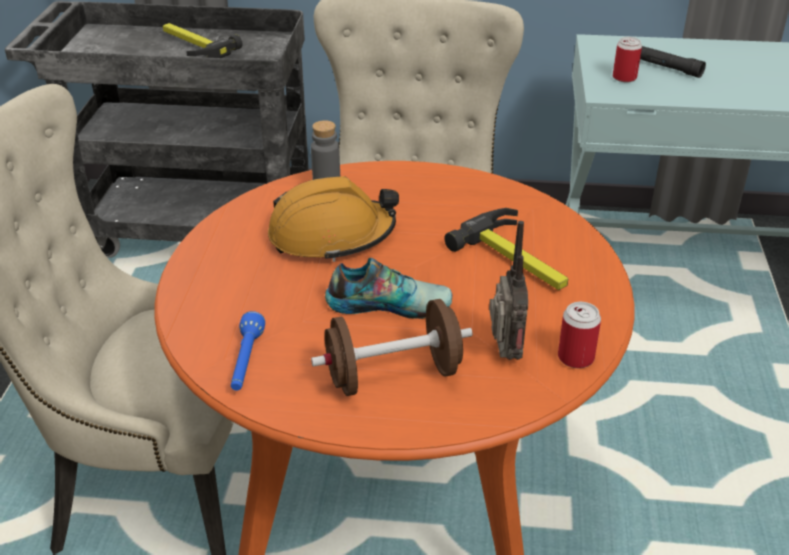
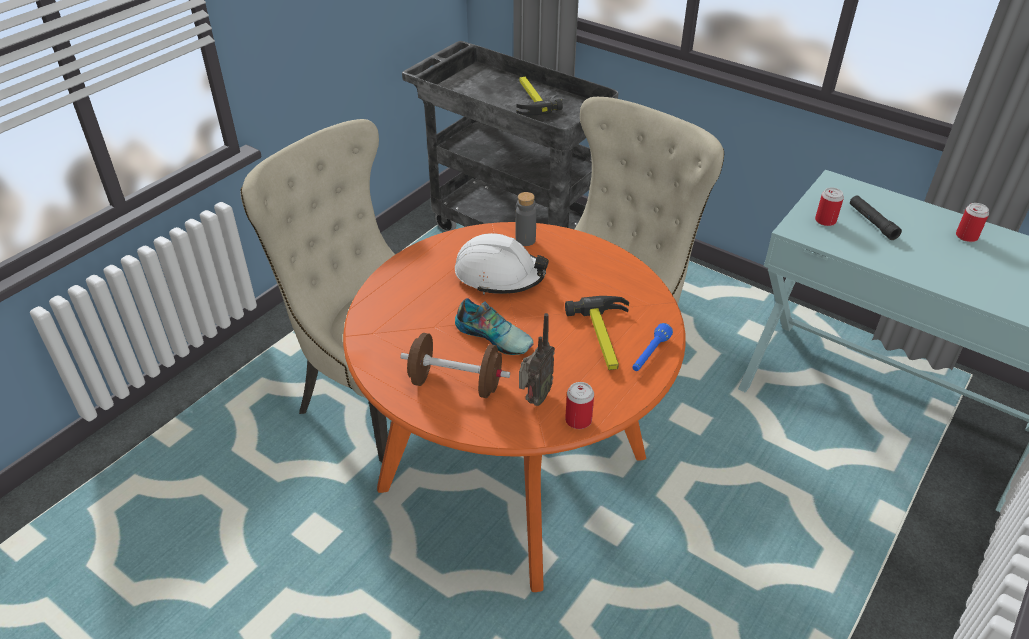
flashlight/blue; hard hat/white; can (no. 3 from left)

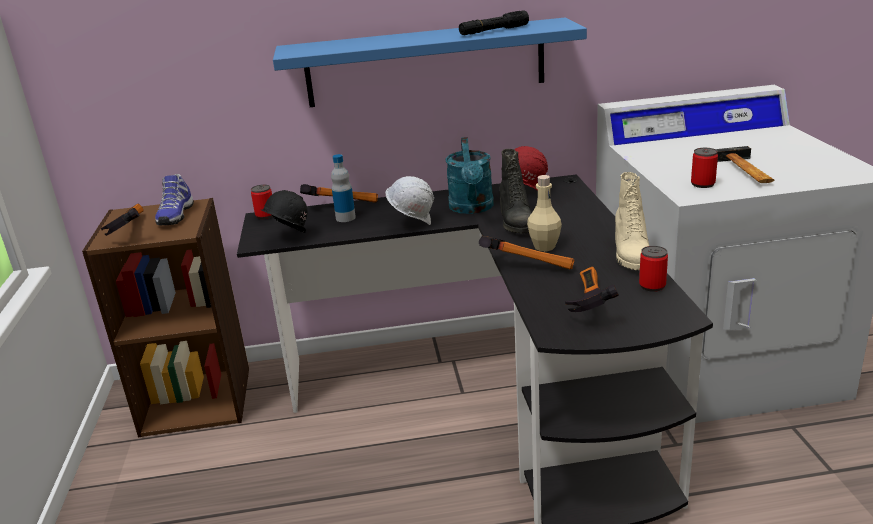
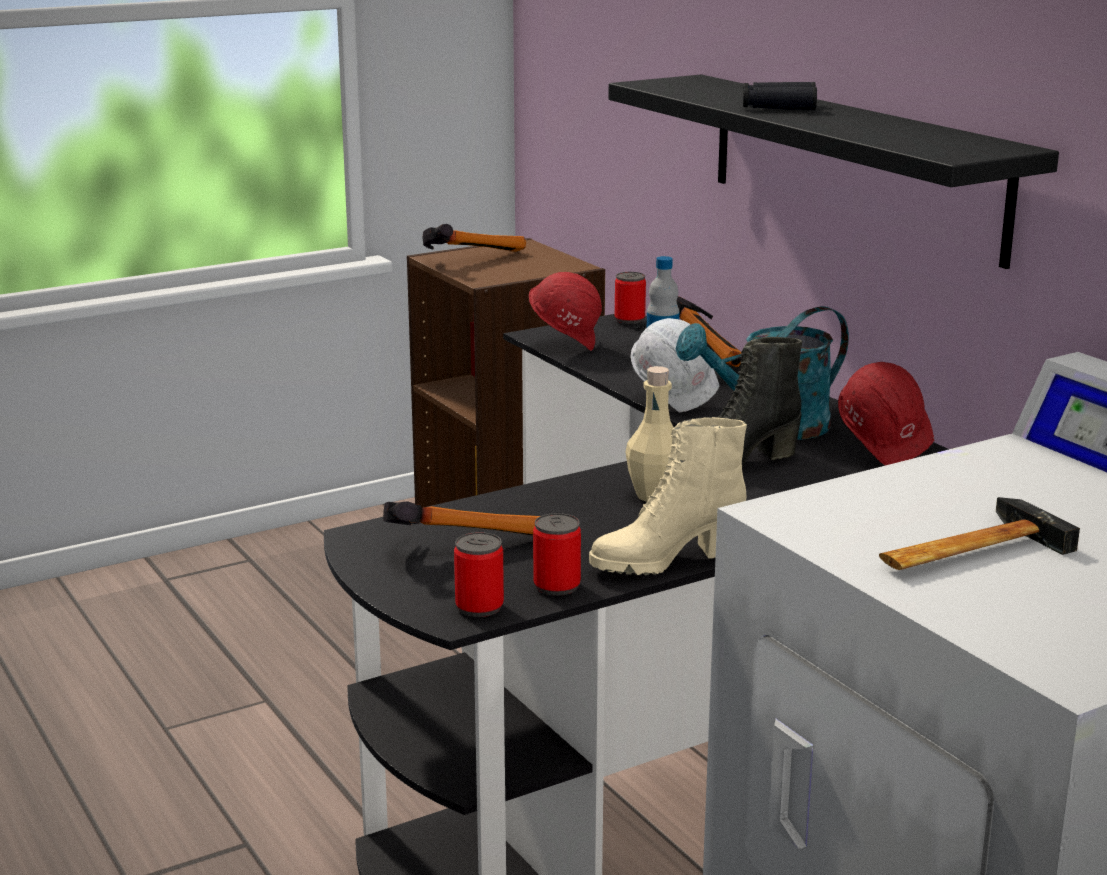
shoe; hard hat/red (no. 1 from left); shelf/black; flashlight/black; hammer (no. 3 from left in the first image); can (no. 1 from left); binoculars/black

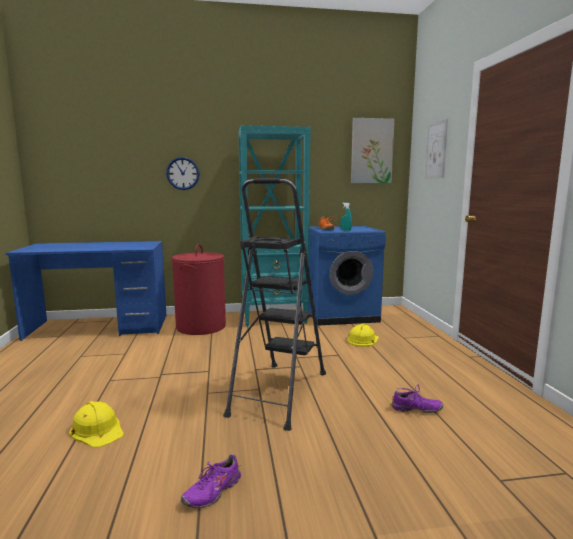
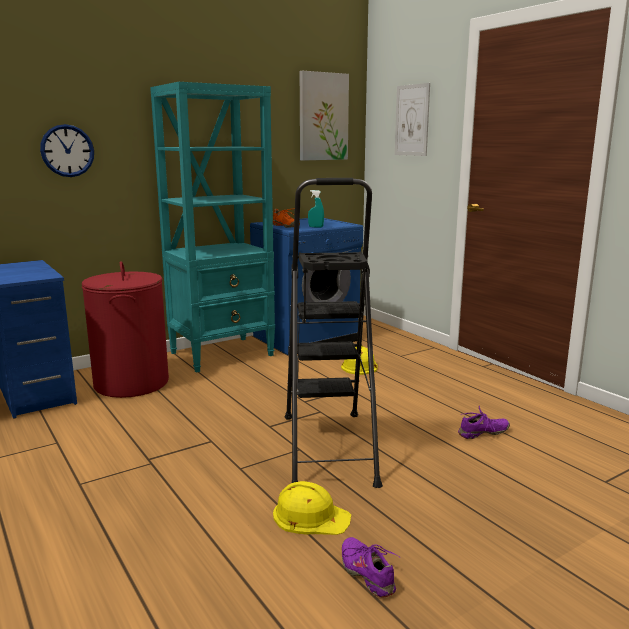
hard hat/yellow (no. 1 from left); shoe/purple (no. 1 from left)

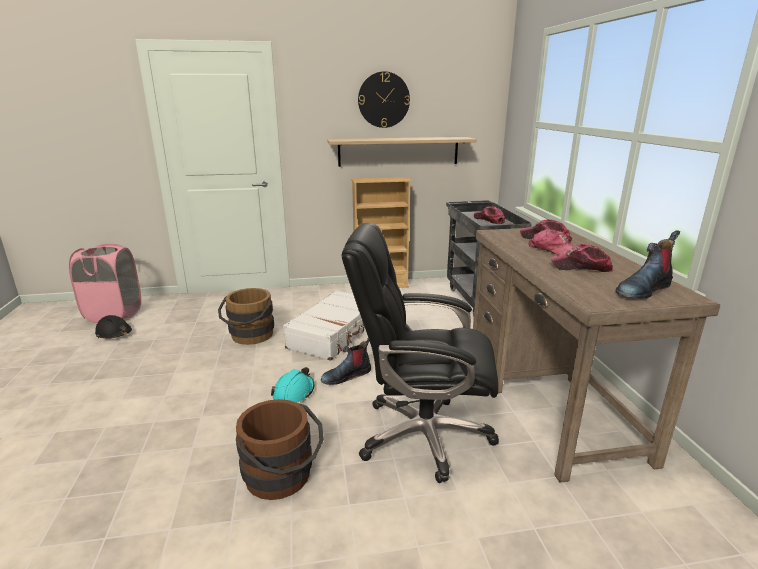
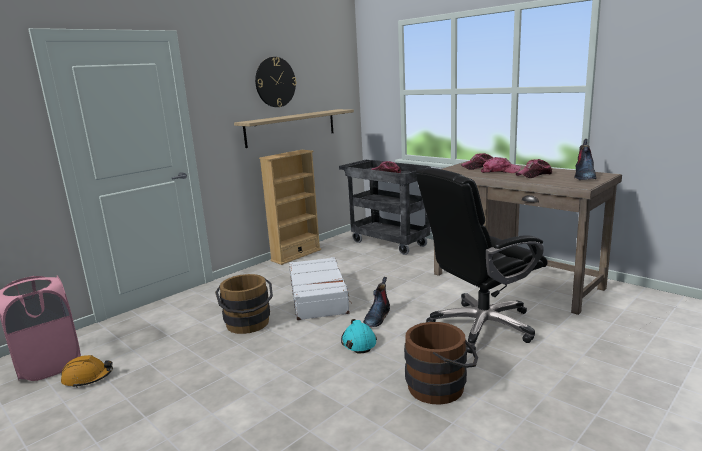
hard hat/orange

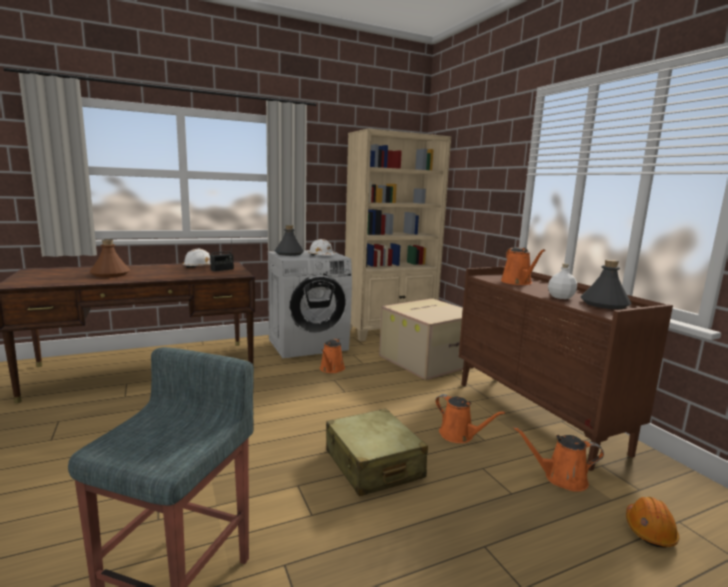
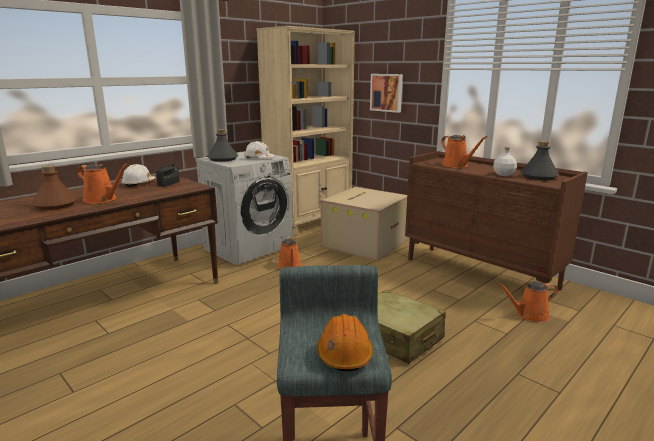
watering can/orange (no. 1 from left); hard hat/orange; picture

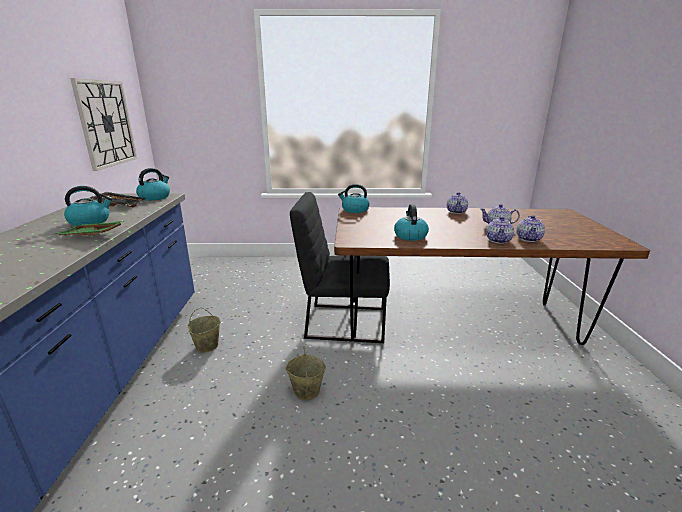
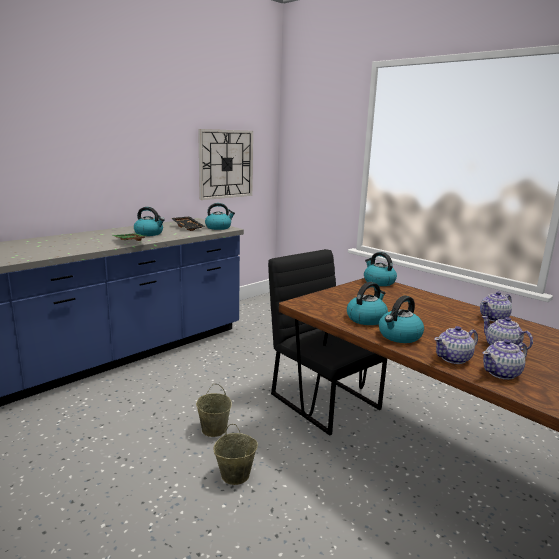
bucket/beige (no. 2 from left); kettle (no. 5 from left)

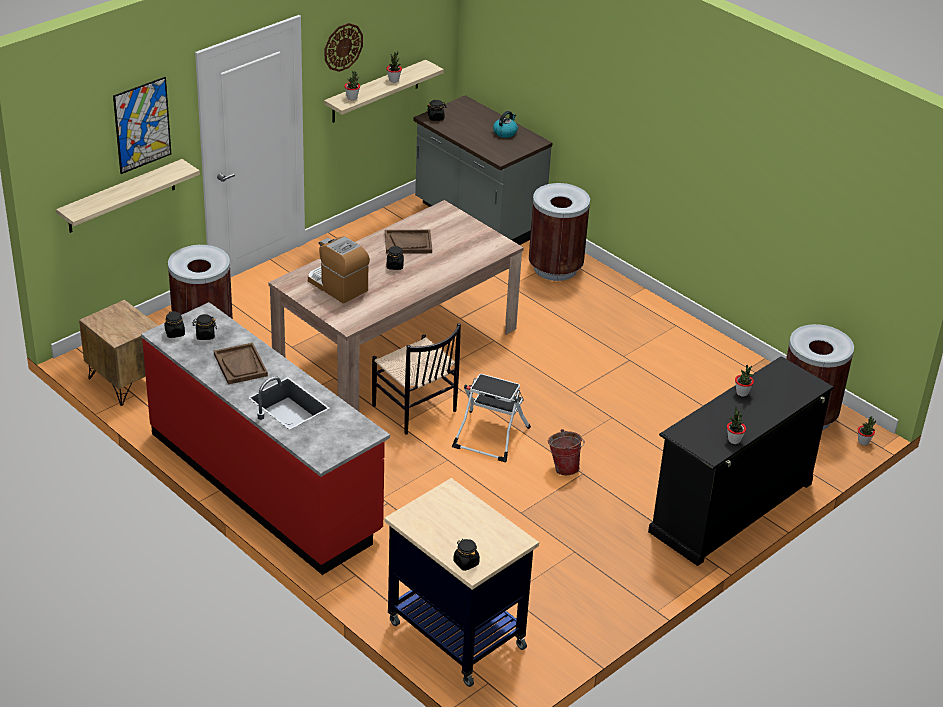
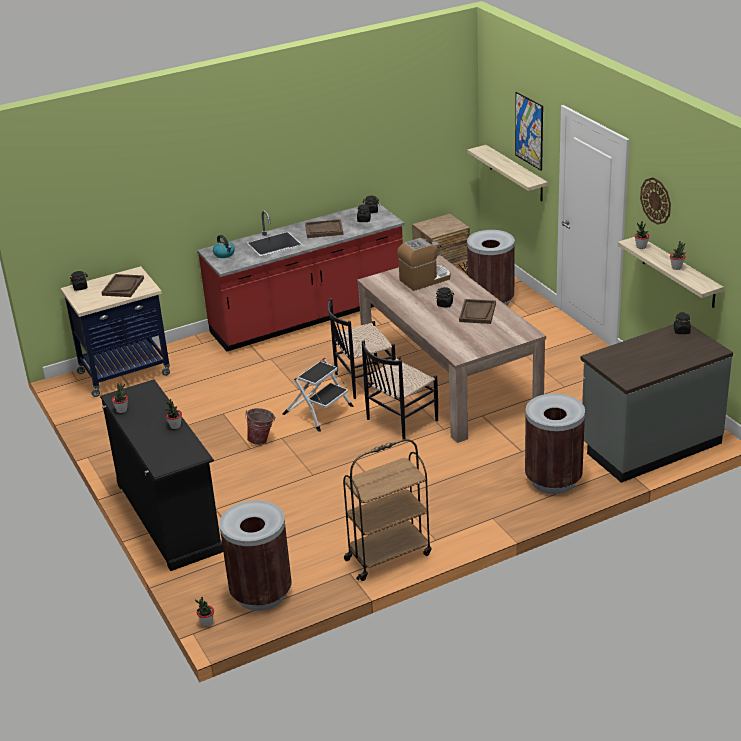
kettle; tray/brown (no. 1 from left); cart/brown; chair/black (no. 2 from left)

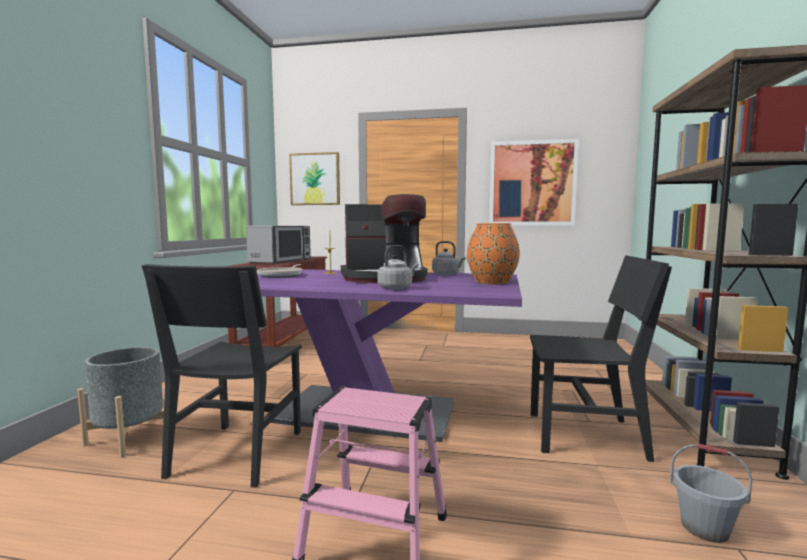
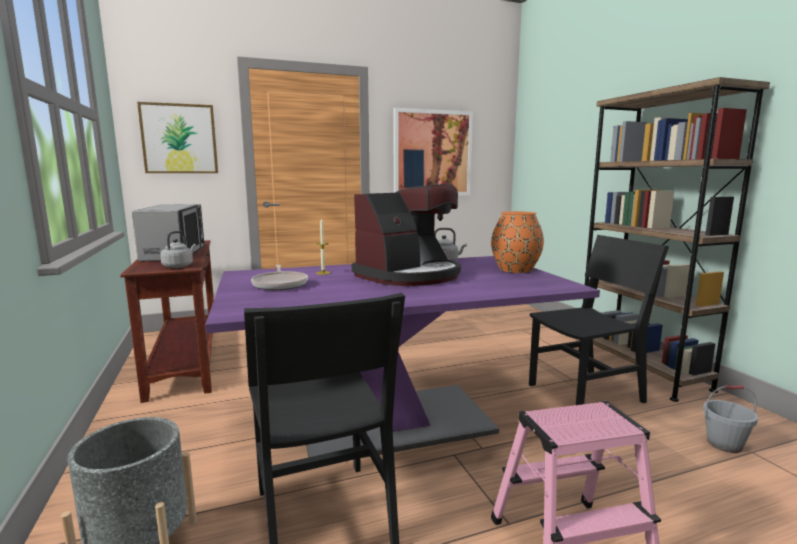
kettle/grey (no. 1 from left)

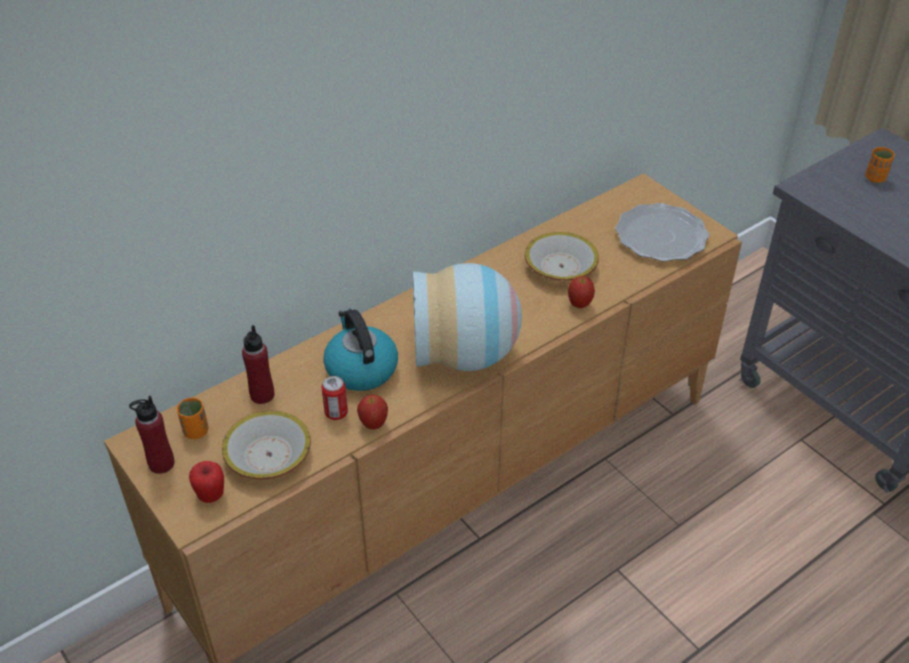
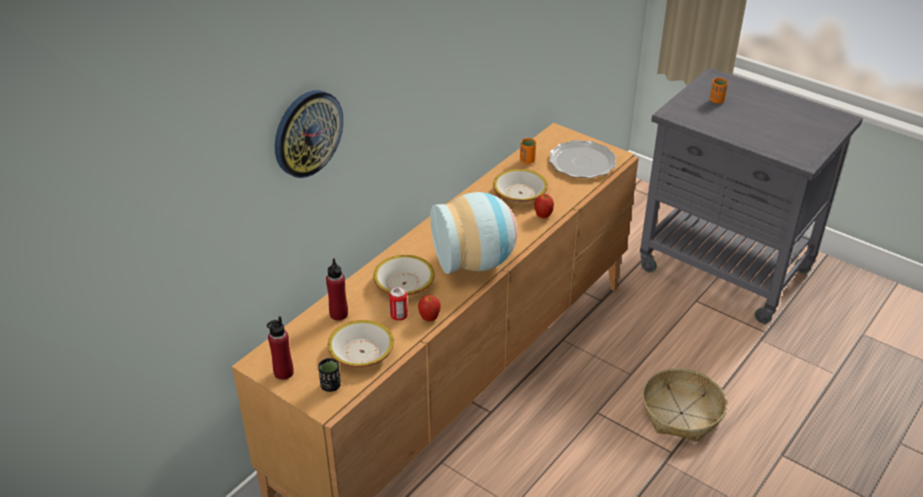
cup/orange (no. 1 from left); cup/black; bowl (no. 2 from left); wall clock; basket

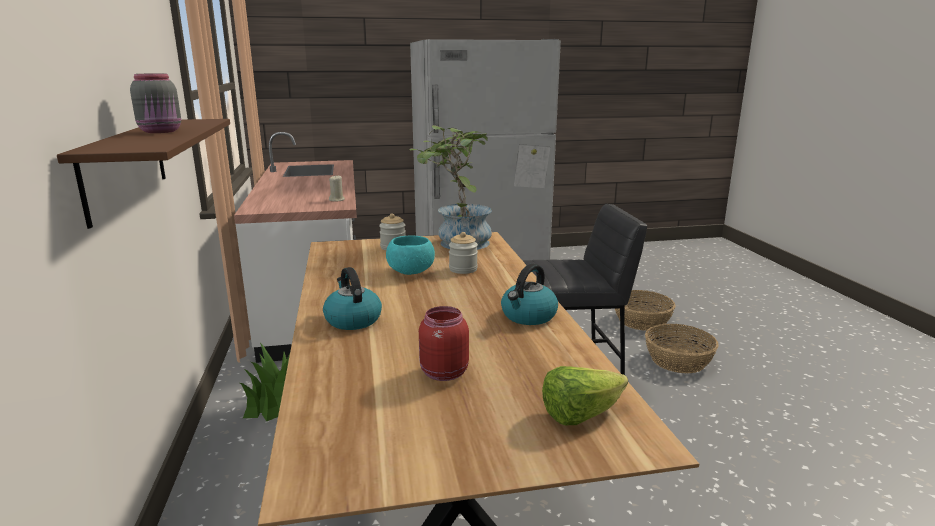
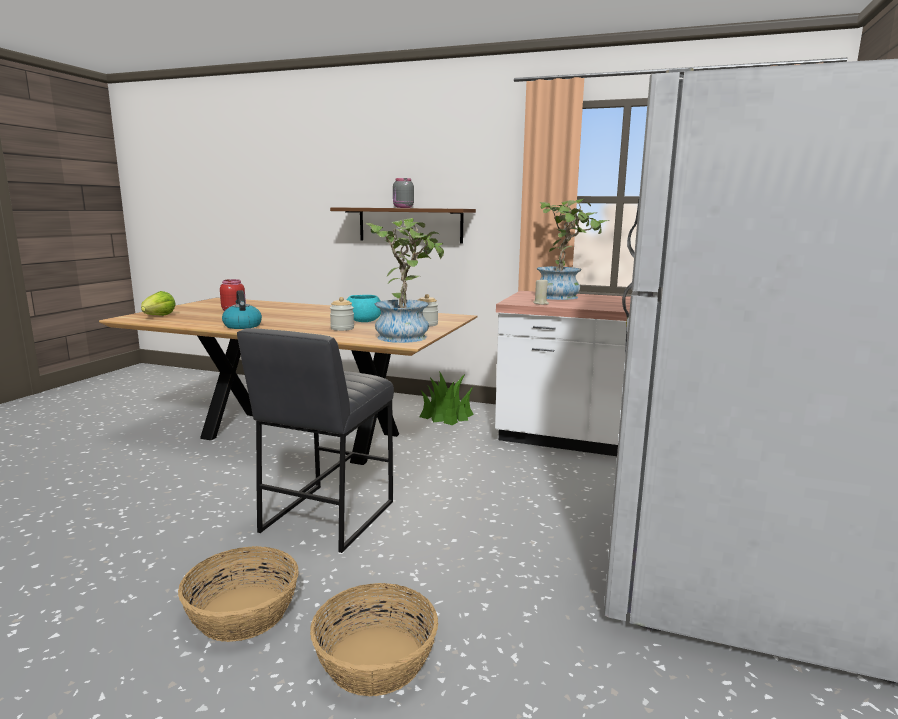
kettle (no. 1 from left in the first image); potted plant (no. 3 from left)

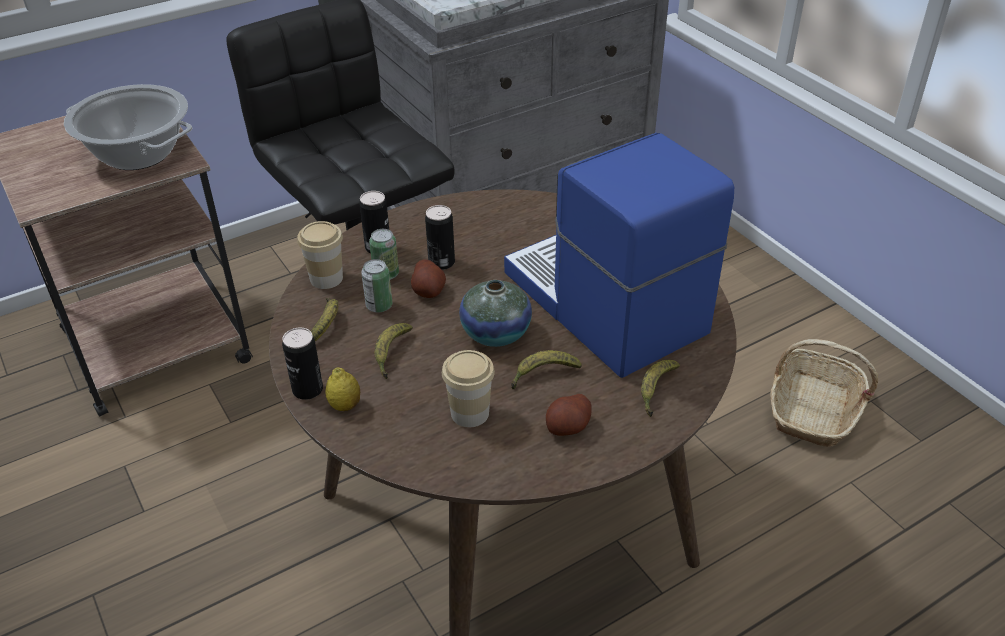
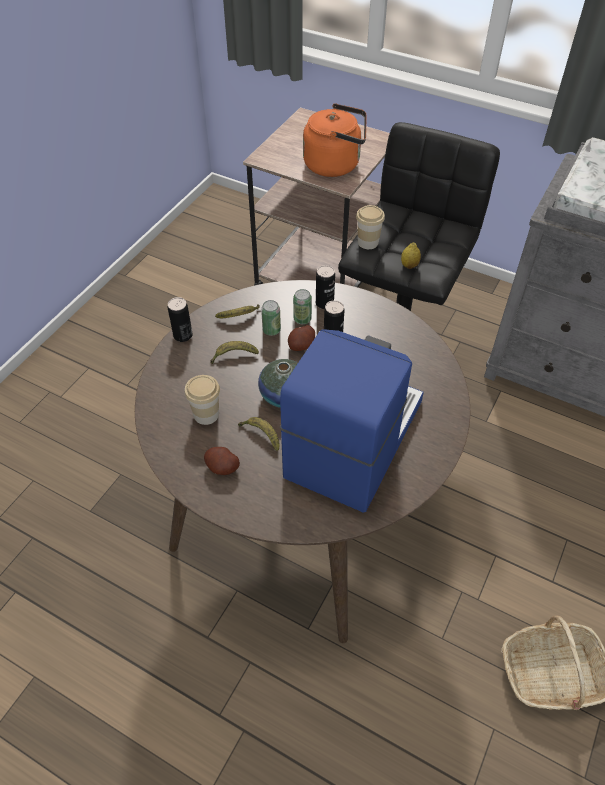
kettle/orange; cup (no. 2 from left); lemon; banana (no. 4 from left in the first image)

